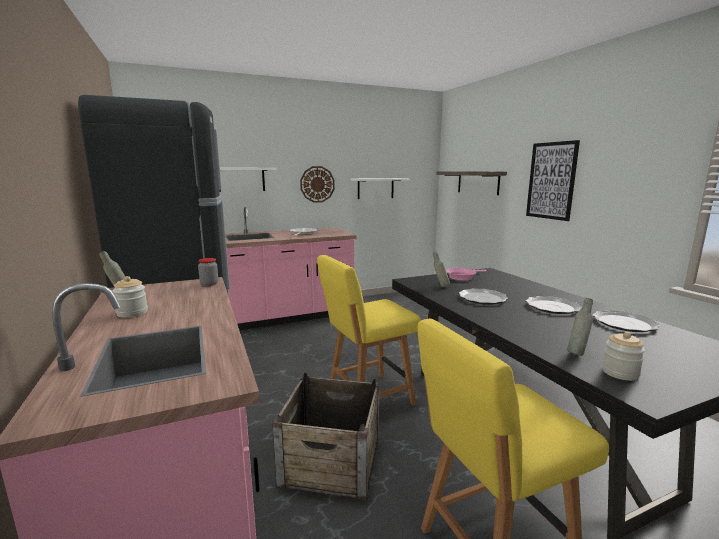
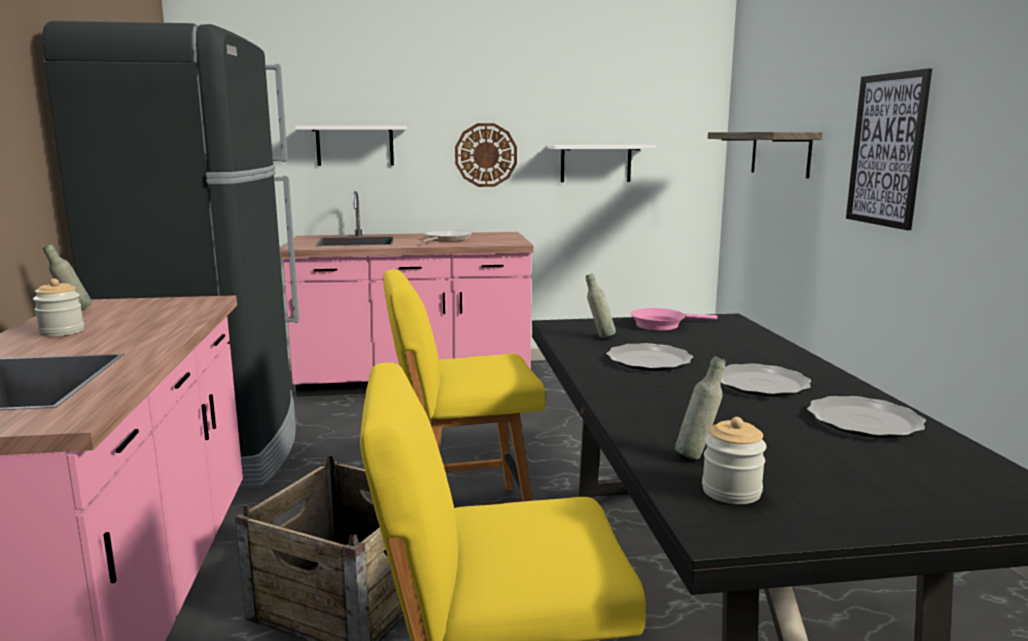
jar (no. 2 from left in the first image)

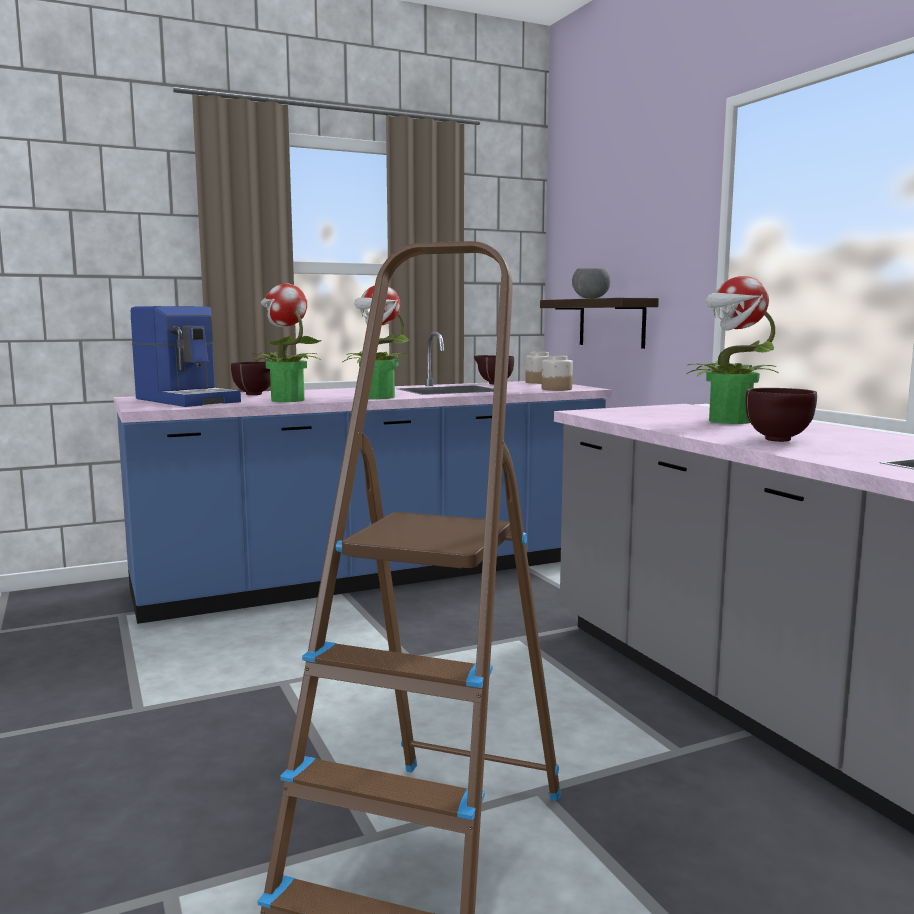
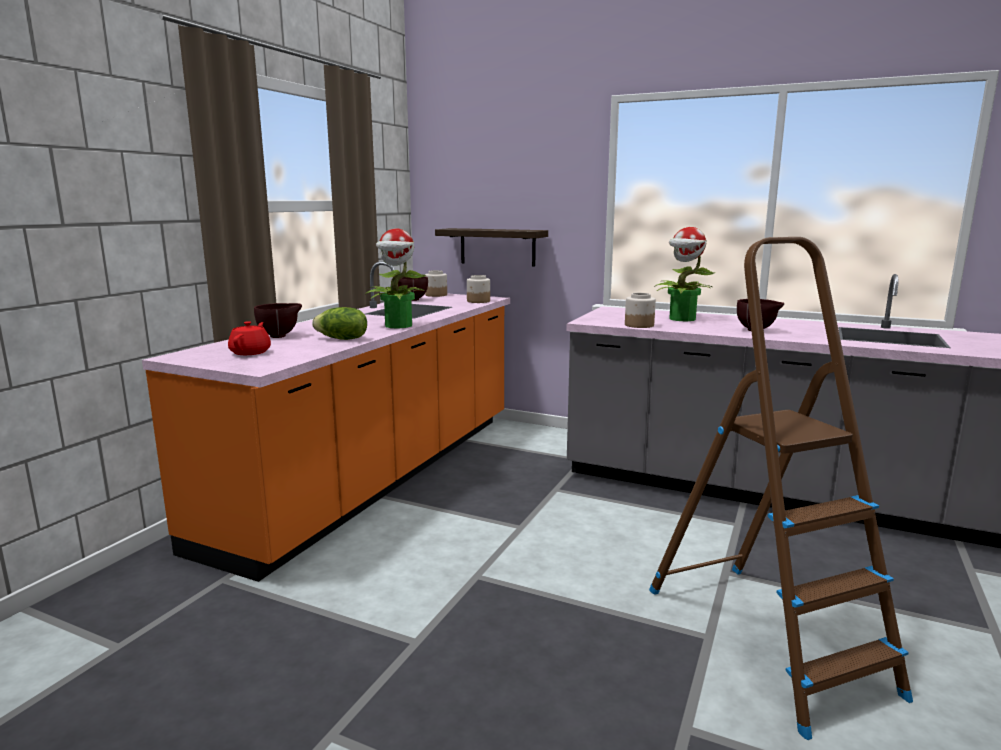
counter/orange; teapot/red; lettuce; bowl/grey; jar (no. 3 from left)

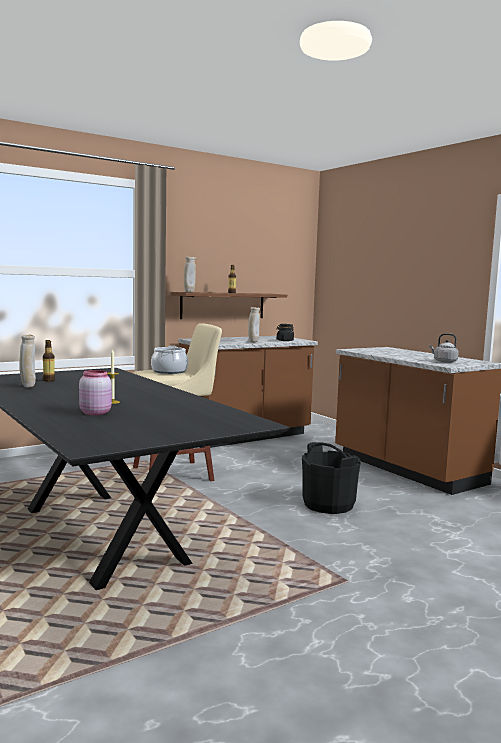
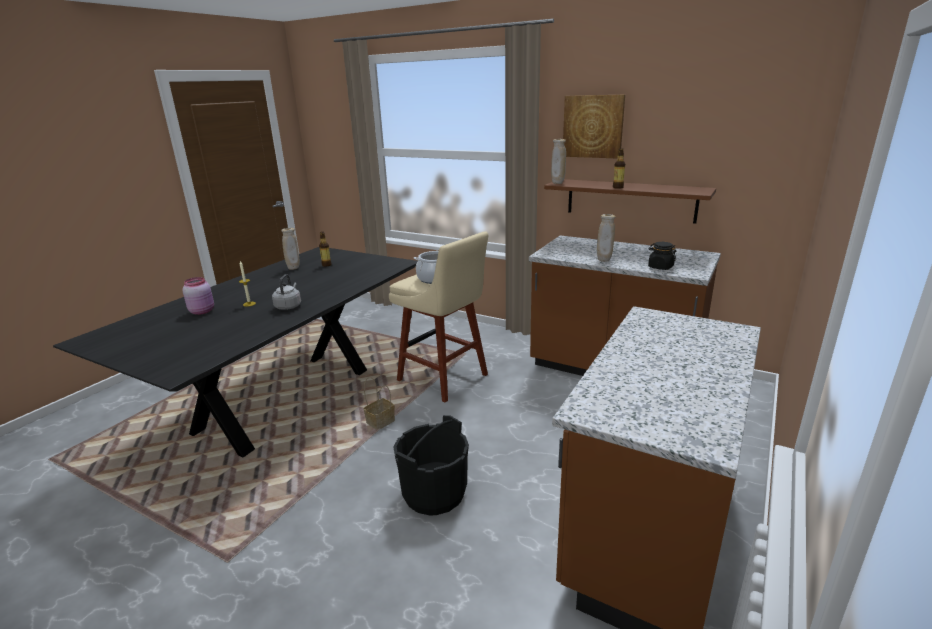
kettle/grey; basket; picture

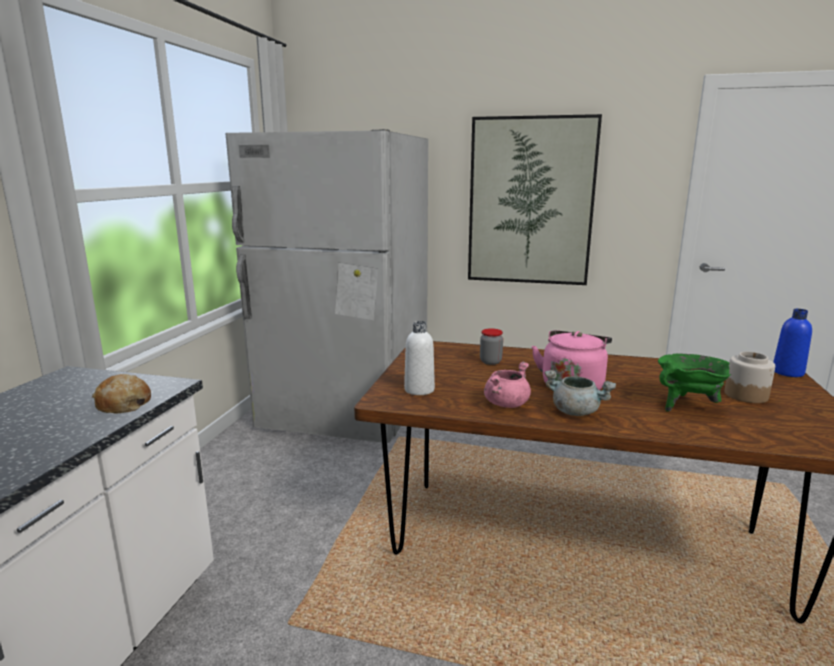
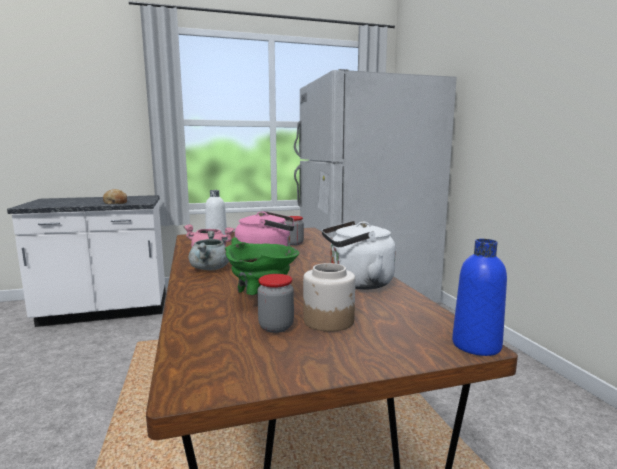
picture; jar (no. 1 from left); kettle/white

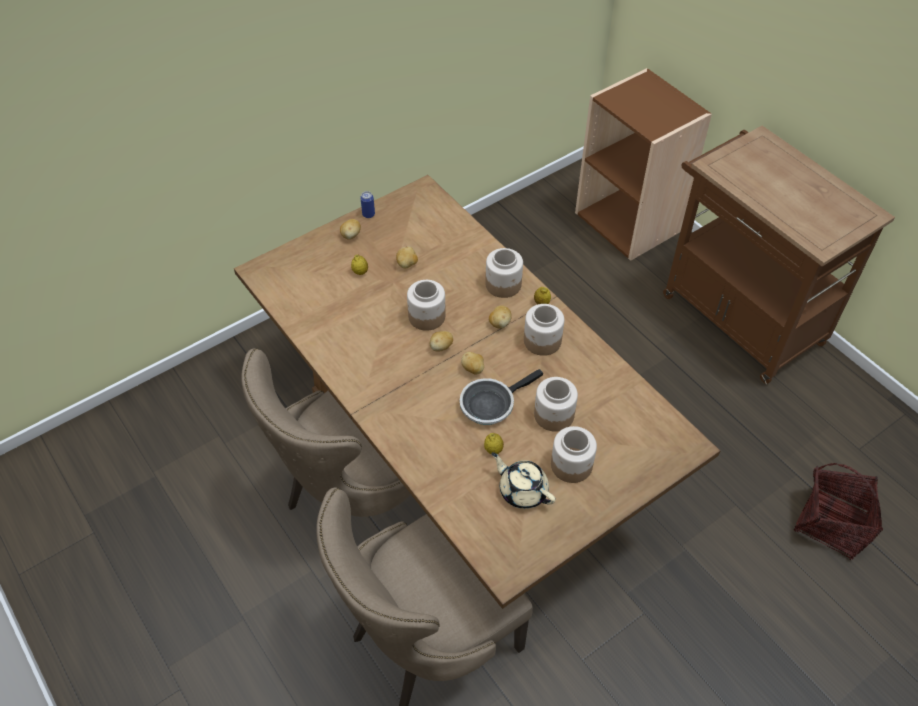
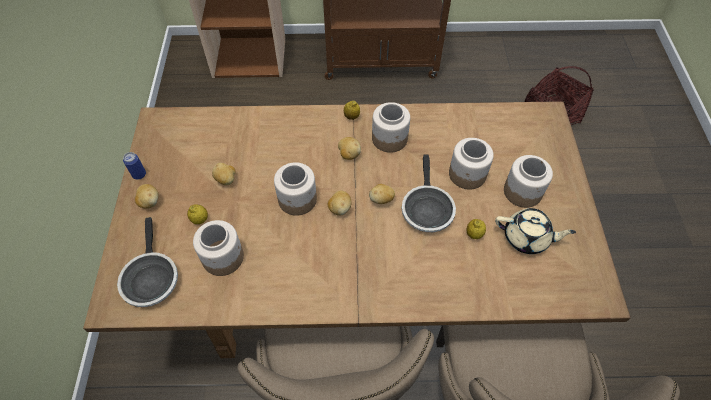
jar (no. 1 from left); teapot/beige; frying pan (no. 1 from left)

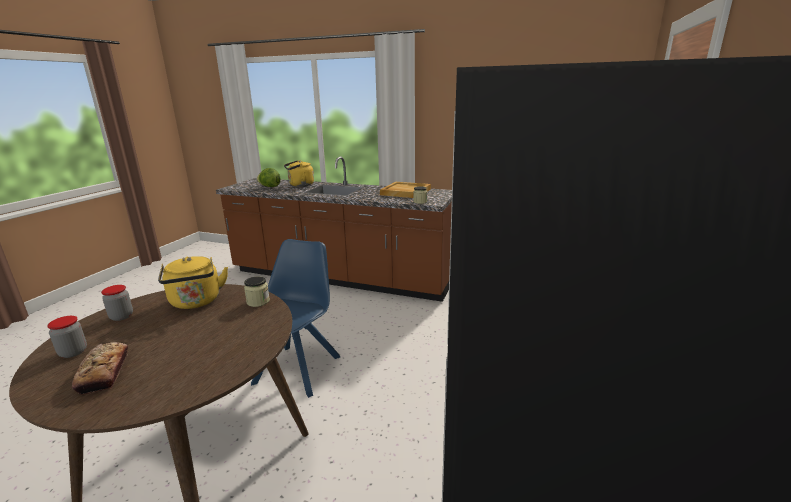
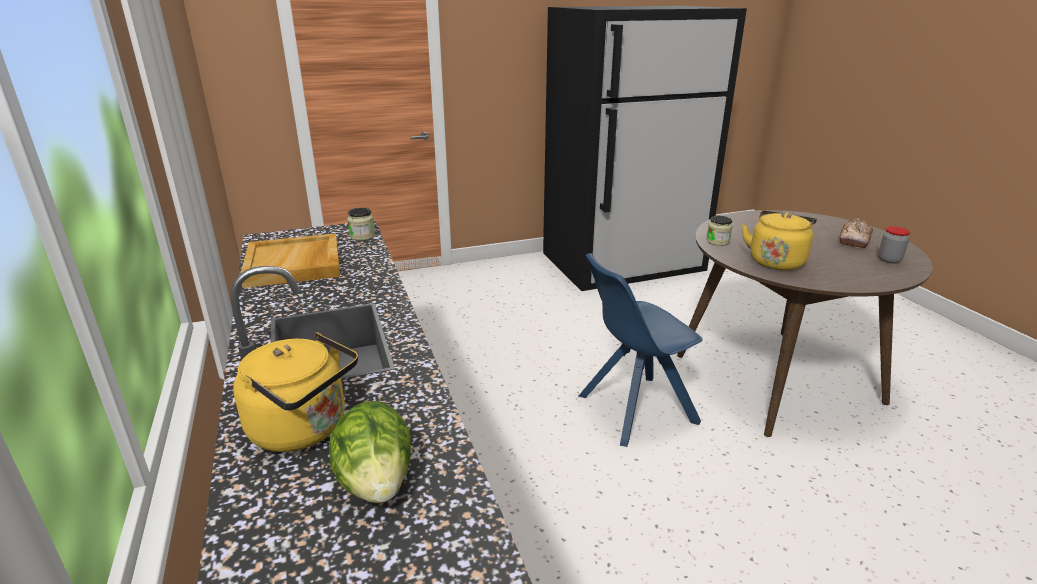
jar (no. 2 from left in the first image)

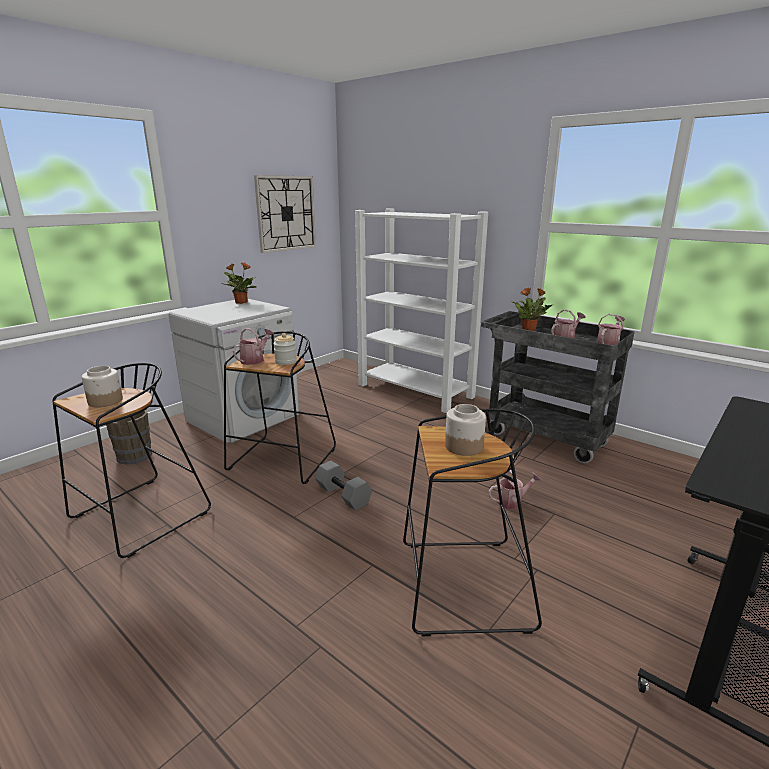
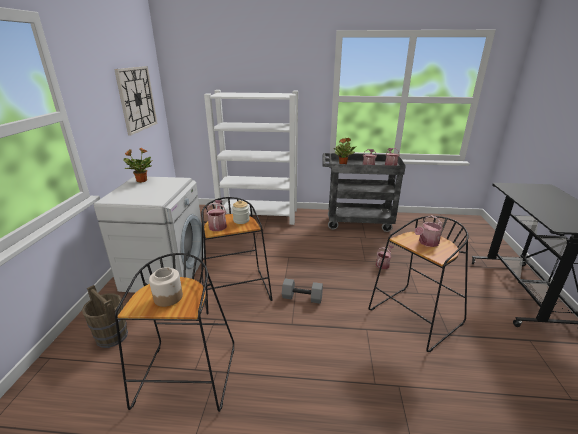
watering can (no. 5 from left)

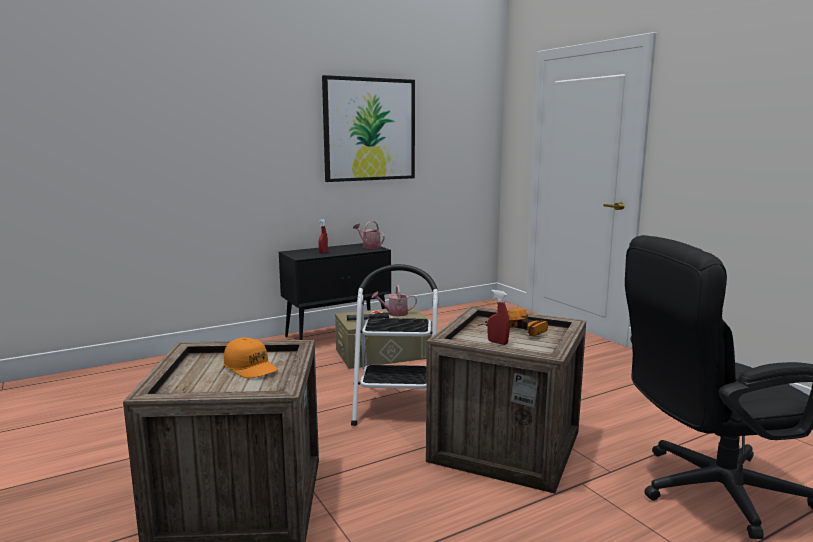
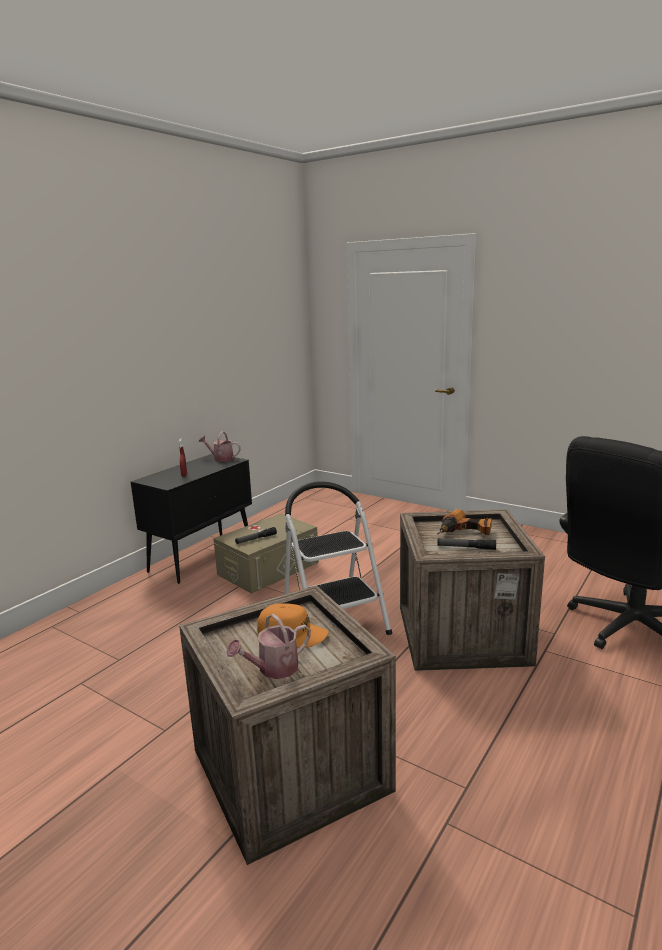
picture; watering can (no. 2 from left); flashlight (no. 2 from left)

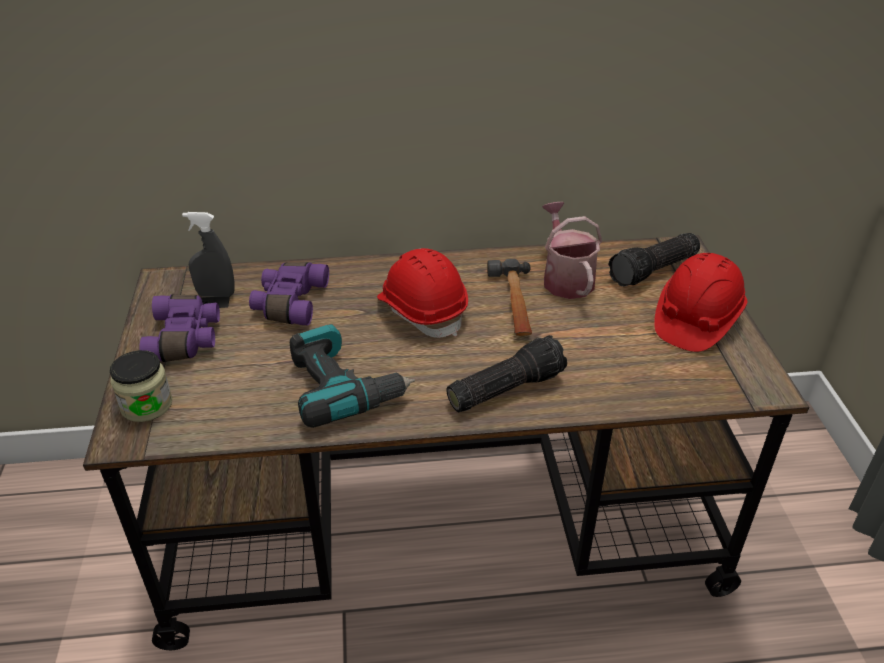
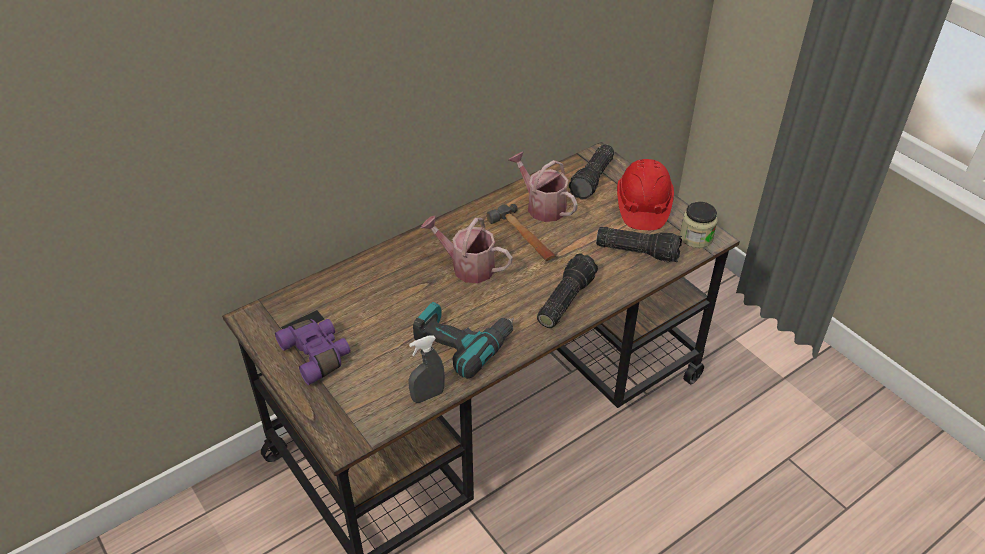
jar; spray bottle/grey; binoculars/purple (no. 2 from left in the first image); watering can (no. 1 from left); flashlight (no. 3 from left)

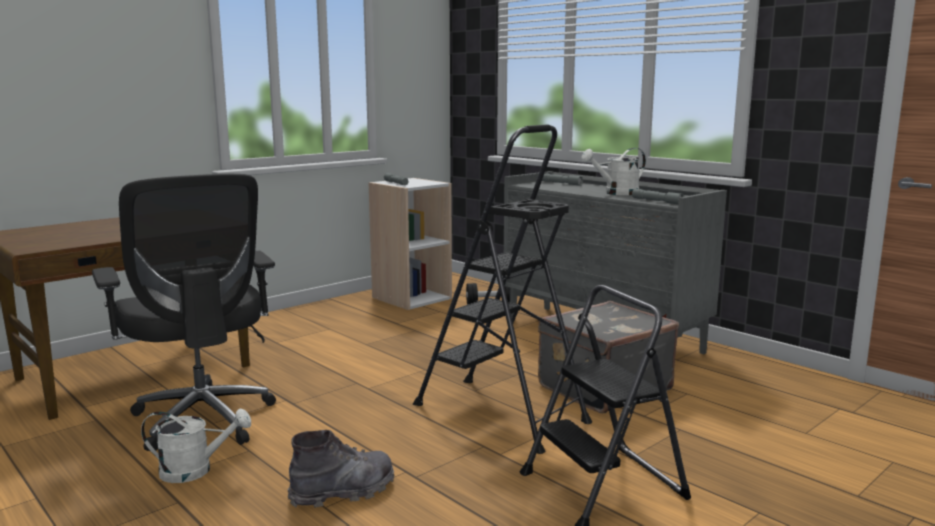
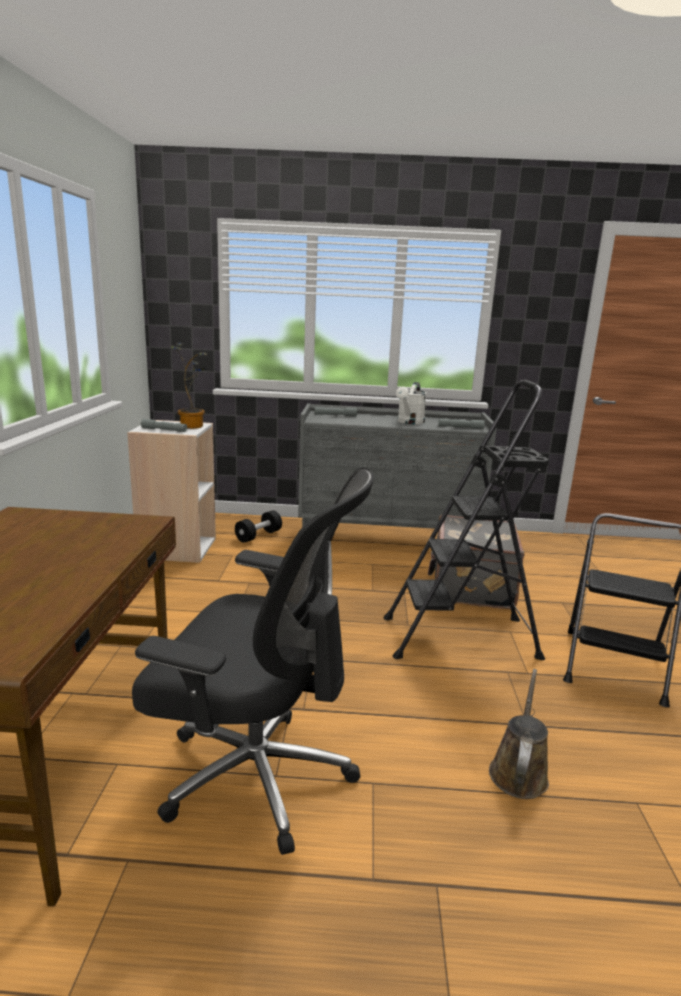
watering can/white (no. 1 from left in the first image); watering can/brown; potted plant

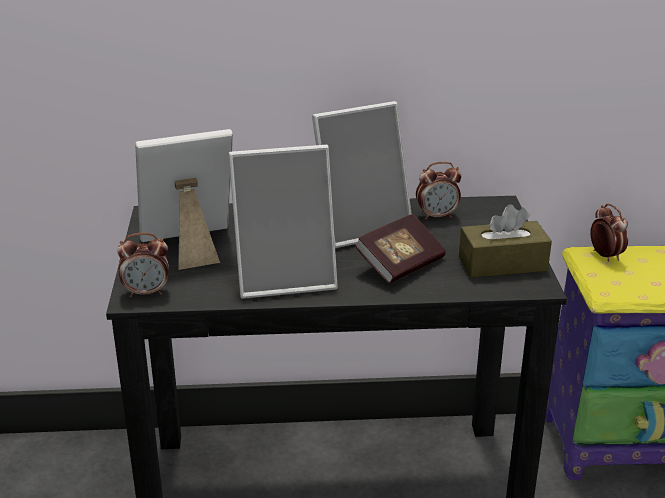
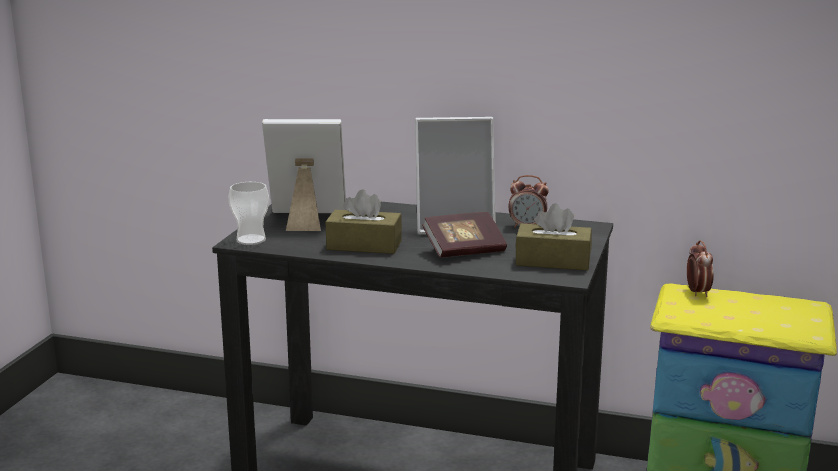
cup; tissue box/brown (no. 1 from left)

